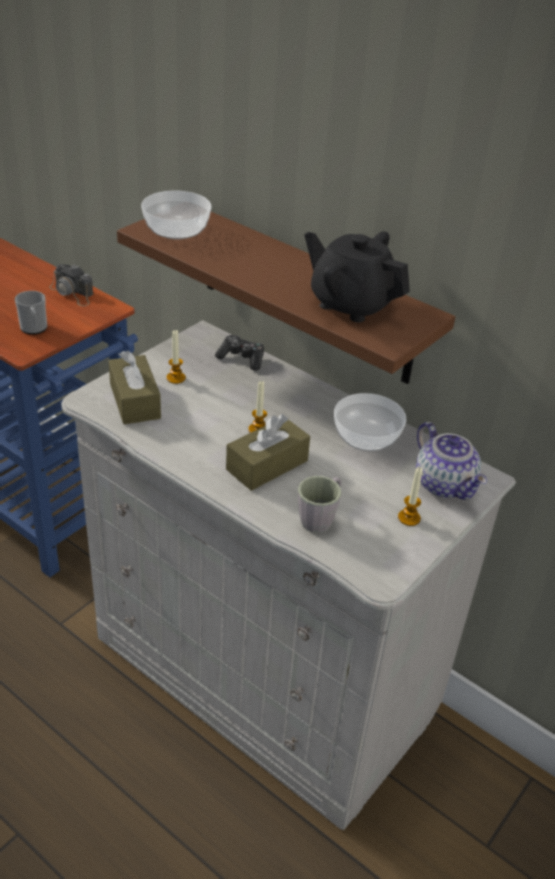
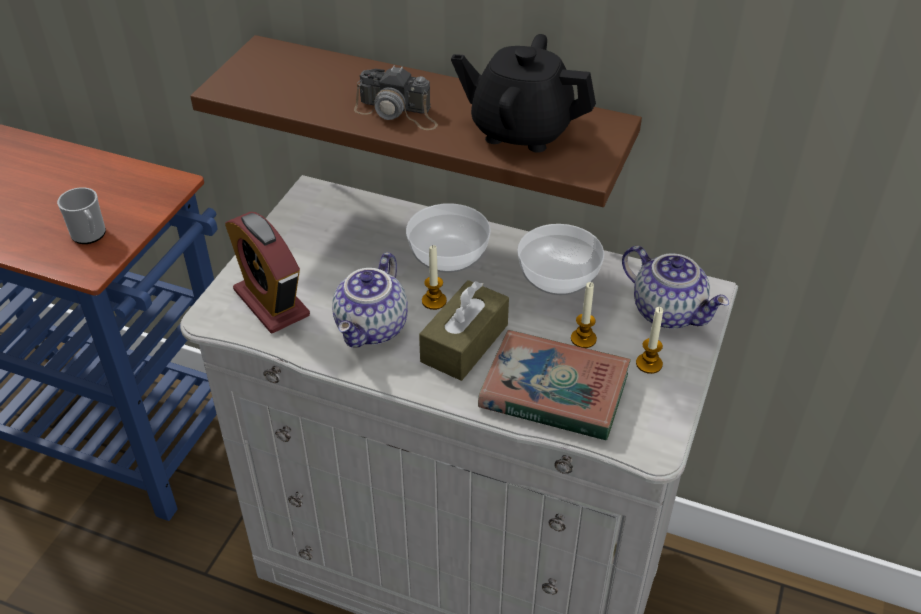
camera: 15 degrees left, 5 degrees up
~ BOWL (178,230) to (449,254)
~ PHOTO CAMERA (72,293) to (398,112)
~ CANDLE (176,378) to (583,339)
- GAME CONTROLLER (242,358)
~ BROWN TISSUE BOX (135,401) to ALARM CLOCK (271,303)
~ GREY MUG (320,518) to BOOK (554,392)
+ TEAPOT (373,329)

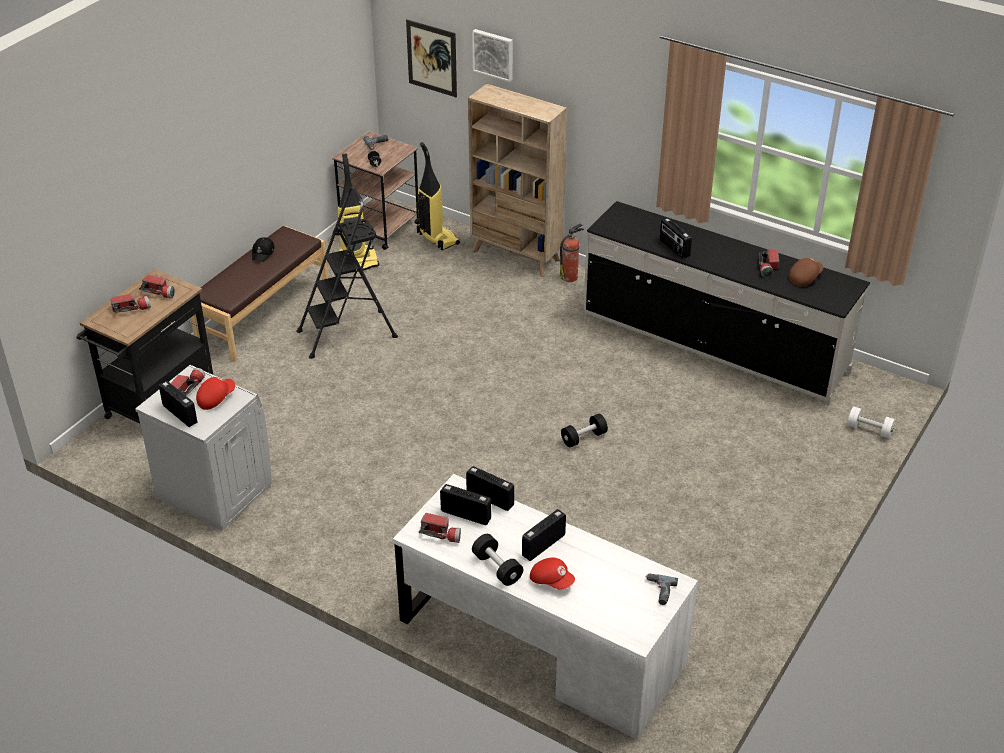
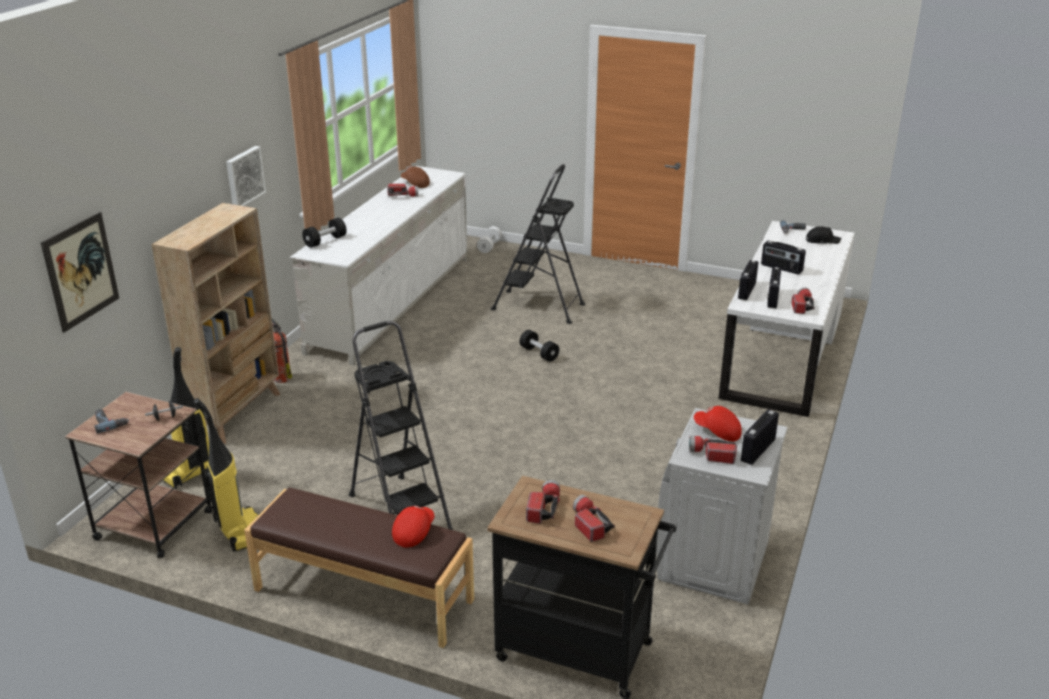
camera: 100 degrees left, 10 degrees down
~ PICTURE (493,54) to (244,177)
~ BLACK CABINET (712,344) to WHITE CABINET (391,303)
- RADIO (674,248)
~ BLACK CAP (263,253) to (822,240)
~ BLACK DUMBBELL (497,568) to (325,241)
~ RED CAP (551,580) to (413,532)
+ STEP LADDER (539,307)

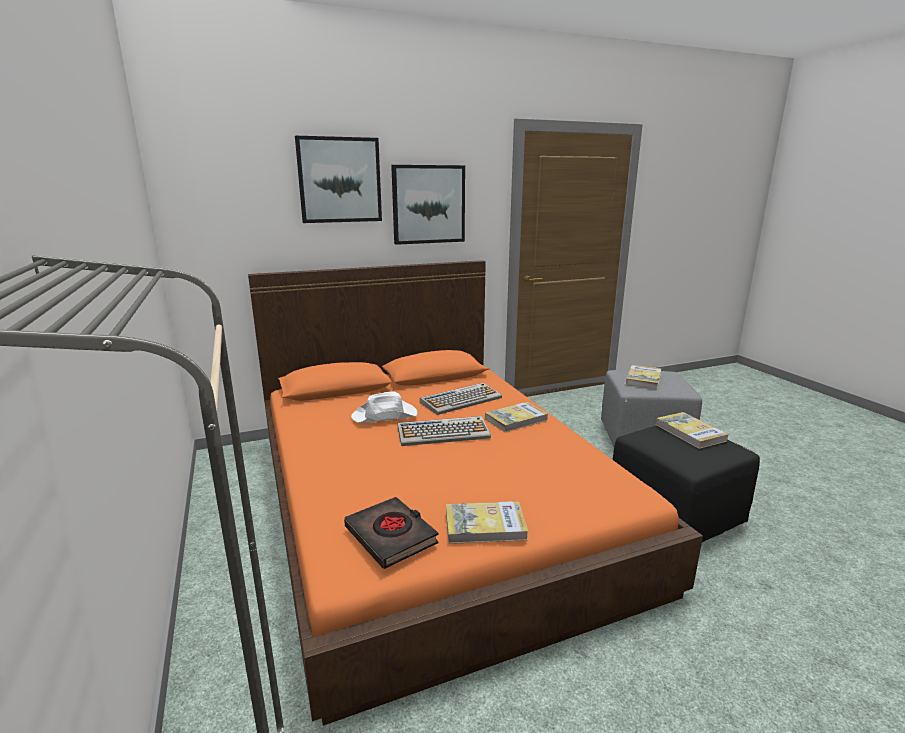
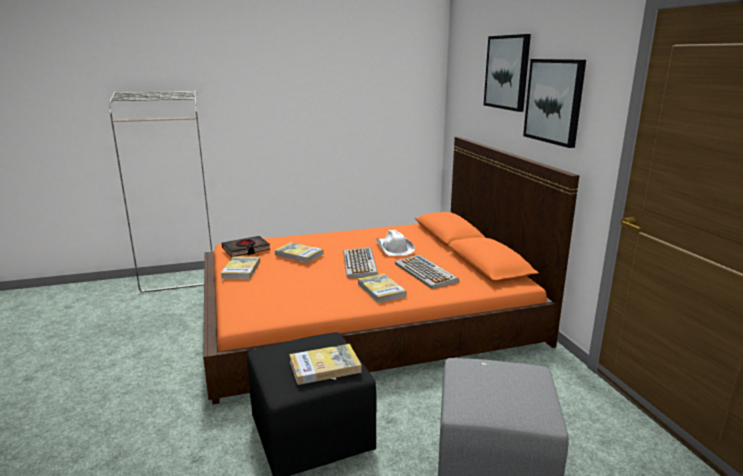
camera: 95 degrees right, 0 degrees up
~ BOOK (643,379) to (299,254)

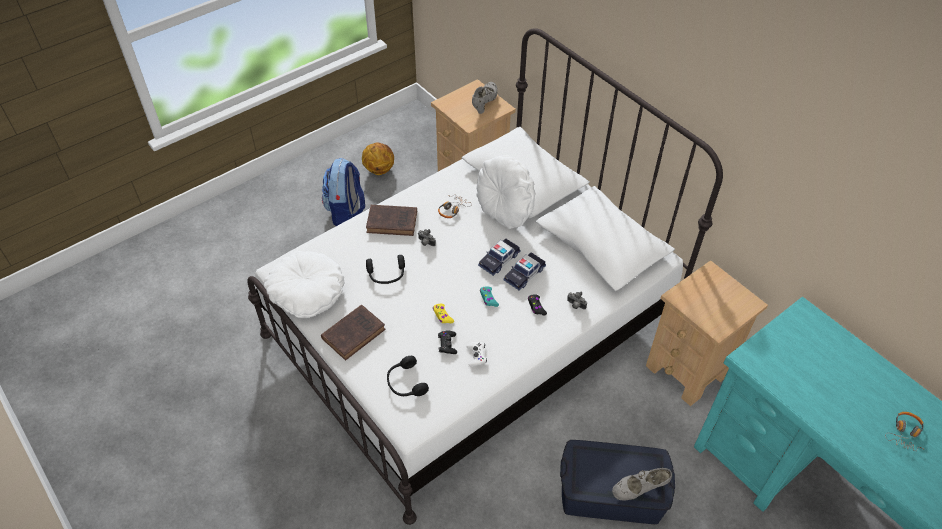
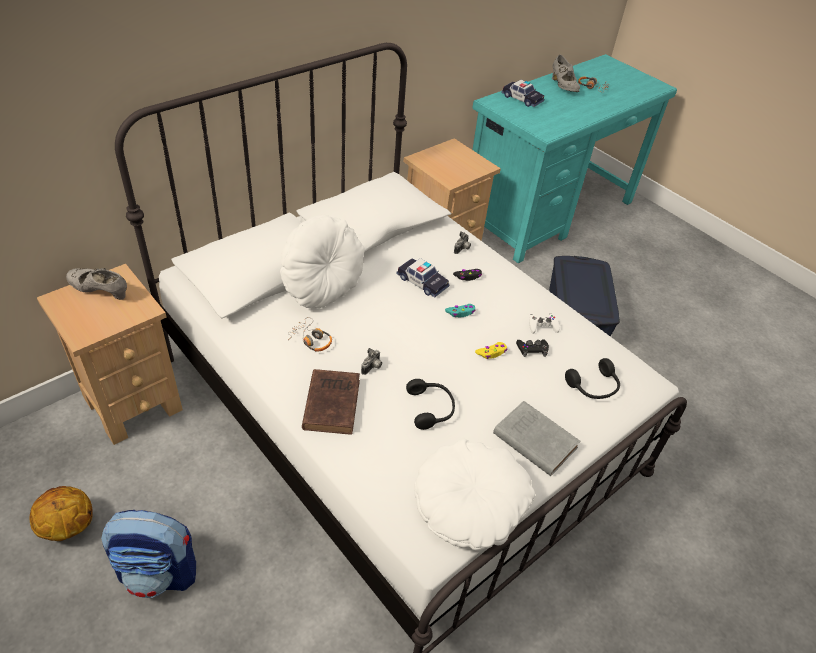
camera: 95 degrees left, 5 degrees down
~ TOY CAR (499,260) to (522,99)
~ BROWN BOOK (355,333) to GREY BOOK (533,439)
~ GREY SHOE (639,489) to (563,86)

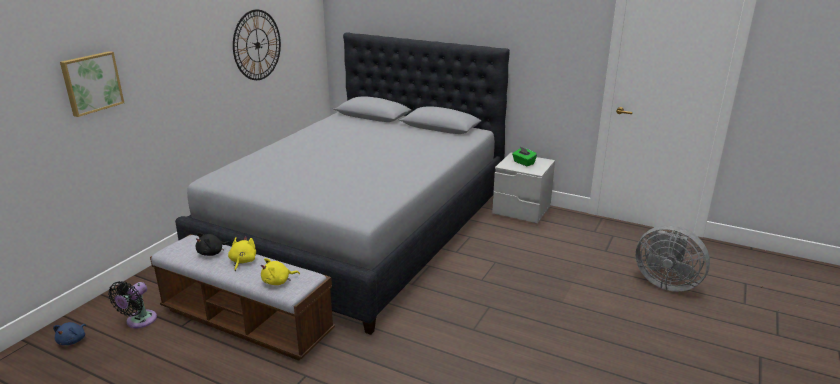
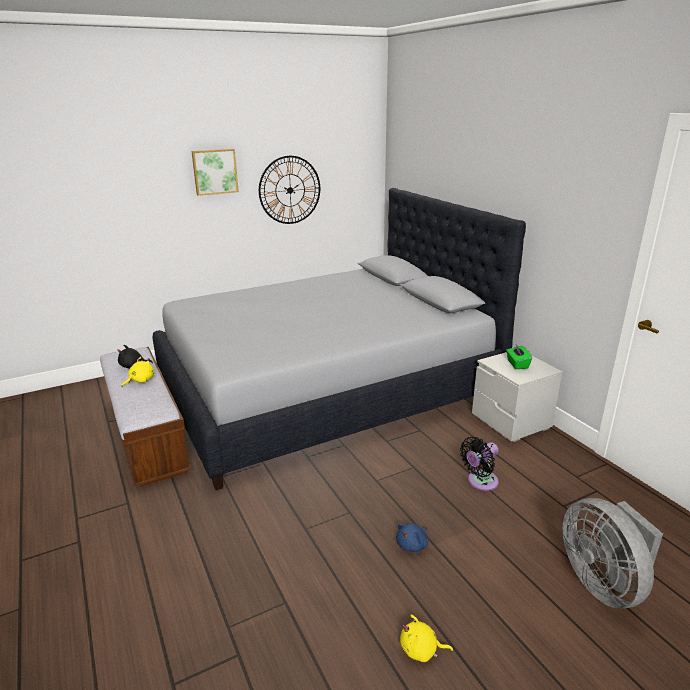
camera: 35 degrees right, 0 degrees up
~ PICTURE (91,83) to (214,171)
~ YELLOW PLUSH TOY (278,281) to (421,650)
~ BLACK FAN (139,321) to (480,482)
~ BLUE PLUSH TOY (73,340) to (412,545)

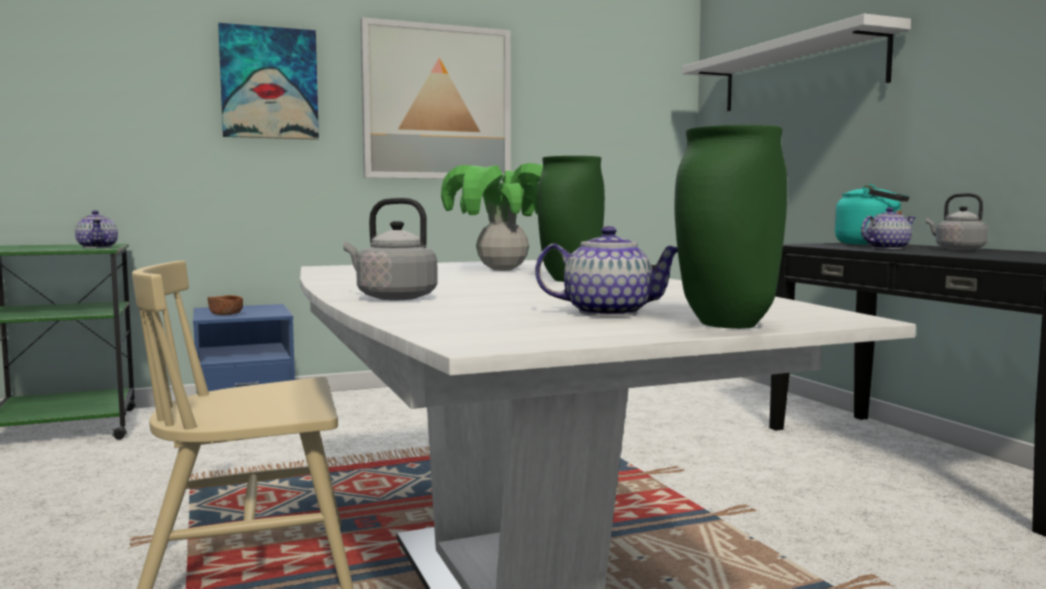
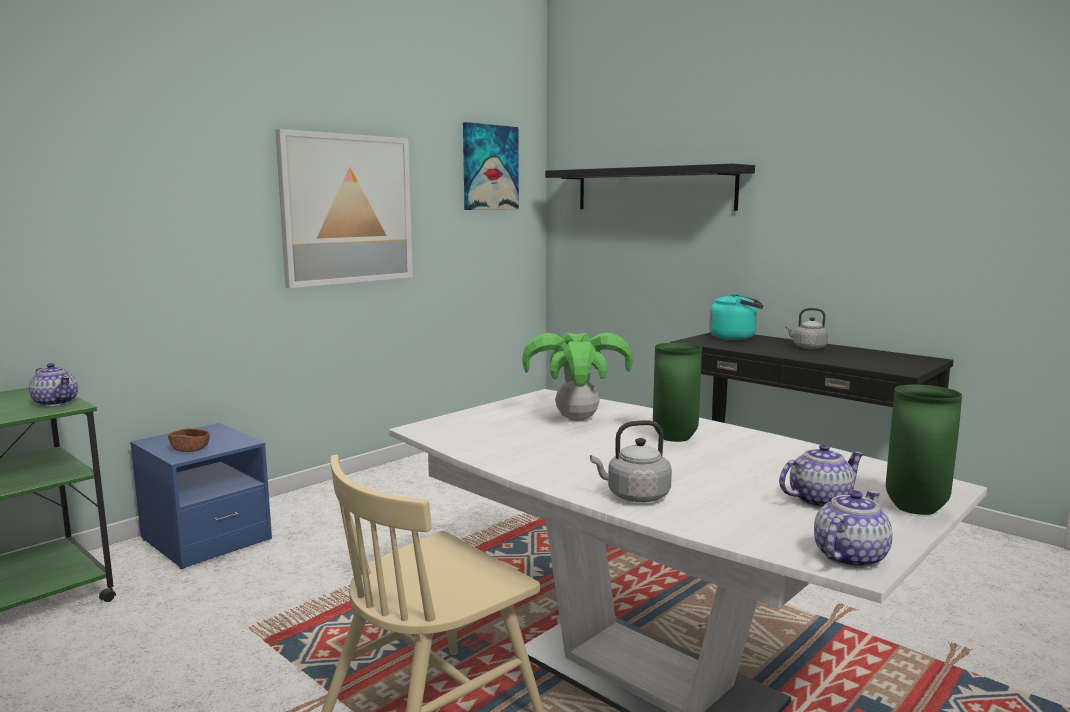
camera: 25 degrees left, 5 degrees up
~ WHITE SHELF (799,73) to BLACK SHELF (653,189)
~ PICTURE (269,83) to (489,167)
~ TEAPOT (886,248) to (848,557)

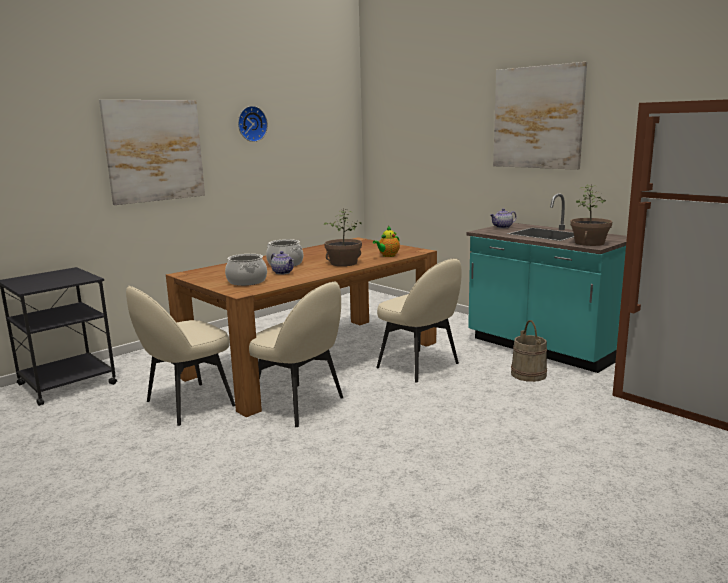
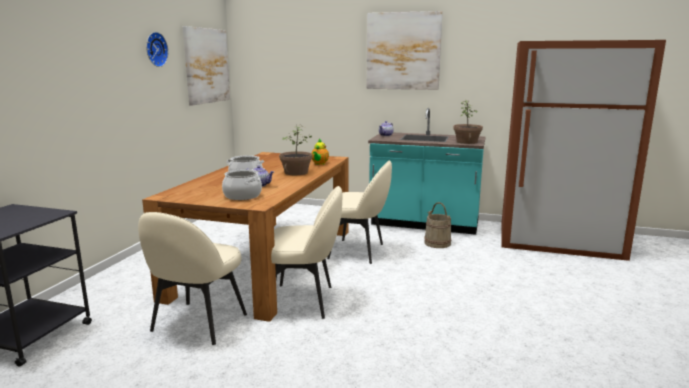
camera: 30 degrees left, 0 degrees up
~ PICTURE (154,151) to (206,66)

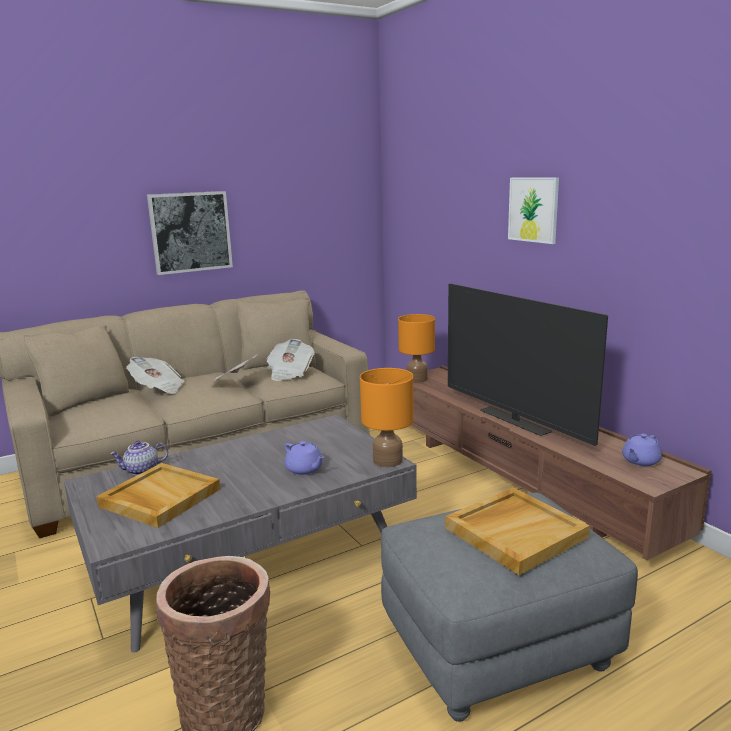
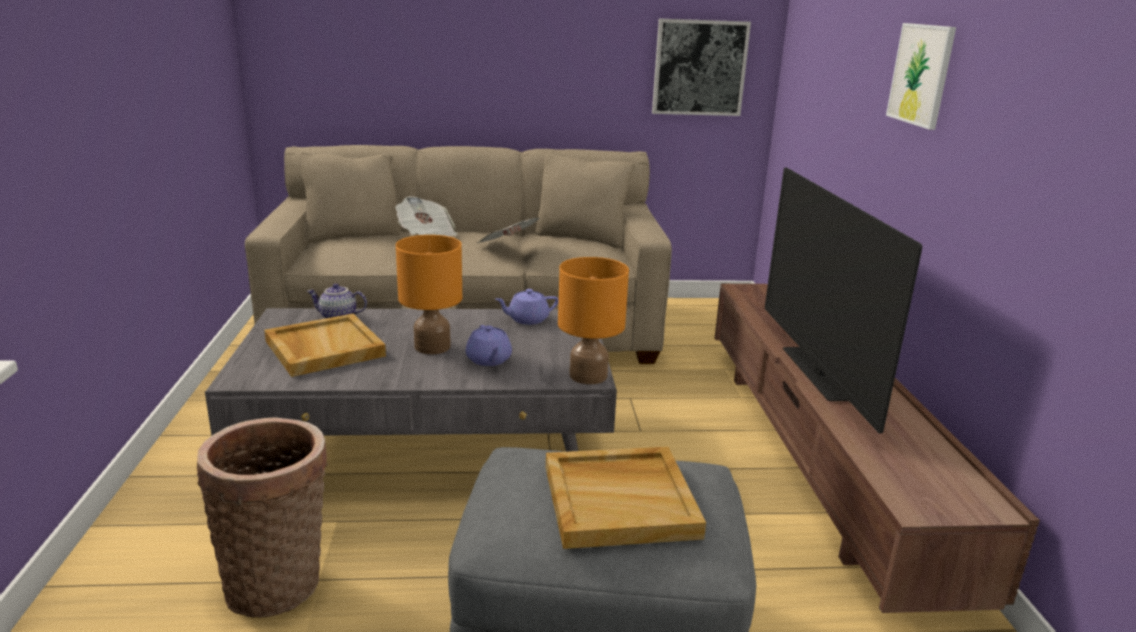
camera: 25 degrees right, 5 degrees up
~ PICTURE (190,232) to (699,68)
~ ORANGE TABLE LAMP (417,379) to (432,347)
- NEWSPAPER (289,373)
~ PURPLE TEAPOT (640,461) to (527,319)

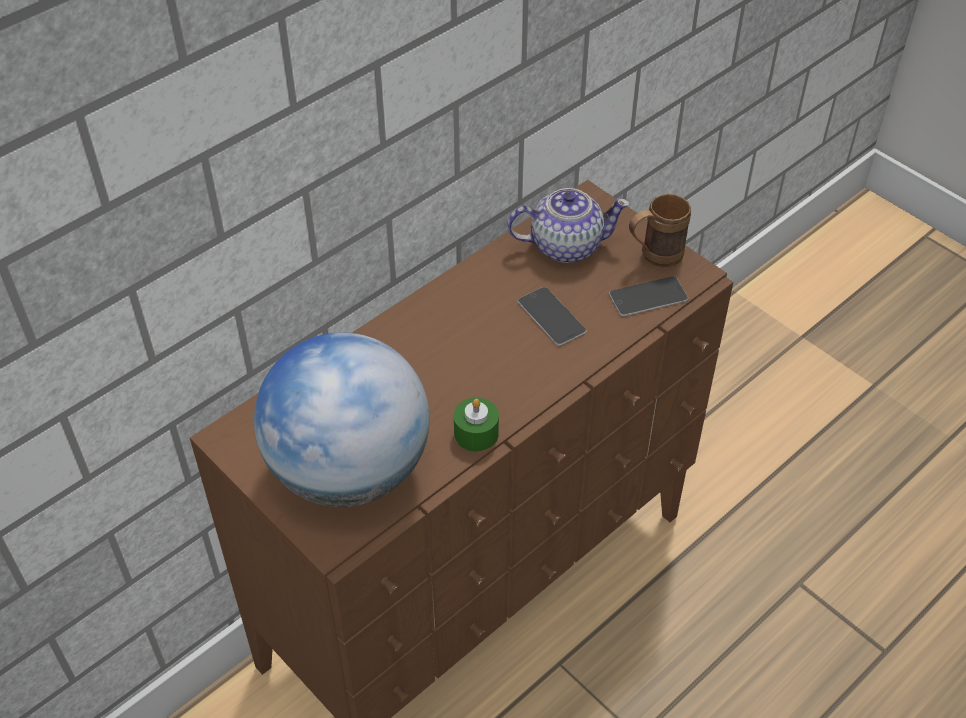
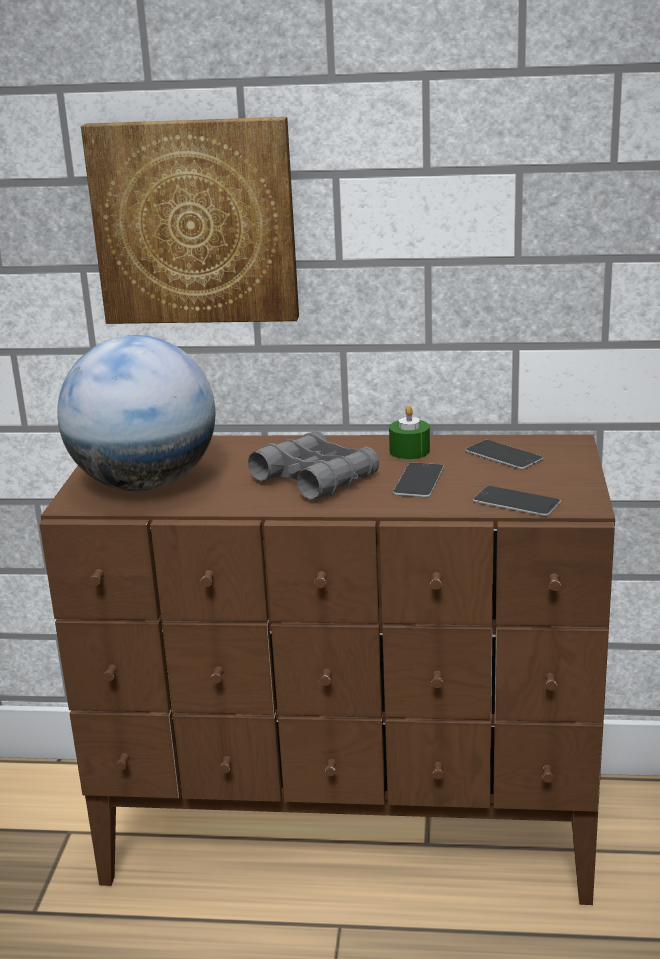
camera: 50 degrees right, 25 degrees down
~ TEAPOT (565,245) to PHONE (503,455)
- BROWN MUG (653,257)
~ GREEN CANDLE (476,433) to (409,451)
+ PICTURE (195,222)
+ GREY BINOCULARS (315,478)

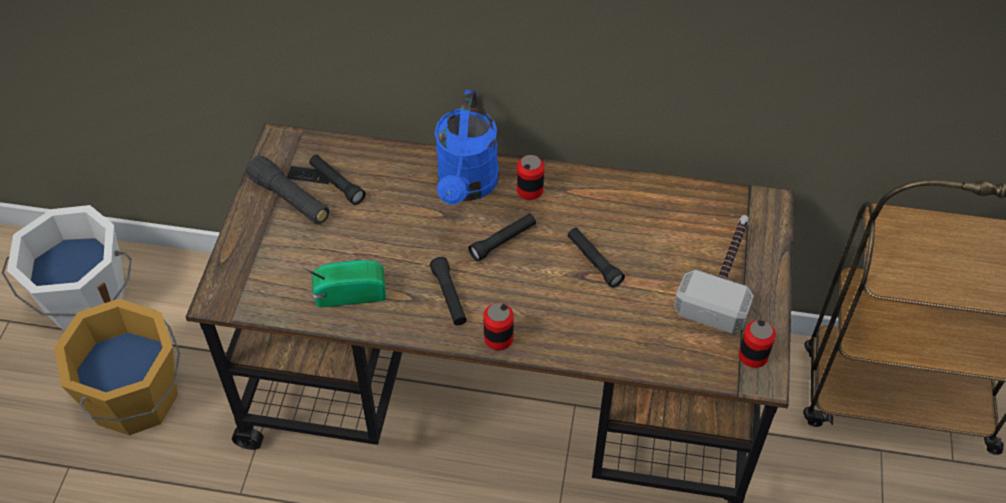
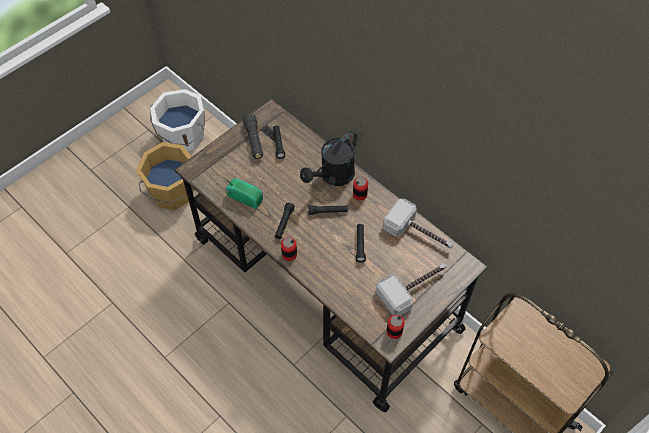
camera: 35 degrees right, 5 degrees up
~ BLUE WATERING CAN (466,187) to BLACK WATERING CAN (333,177)
+ HAMMER (419,233)

